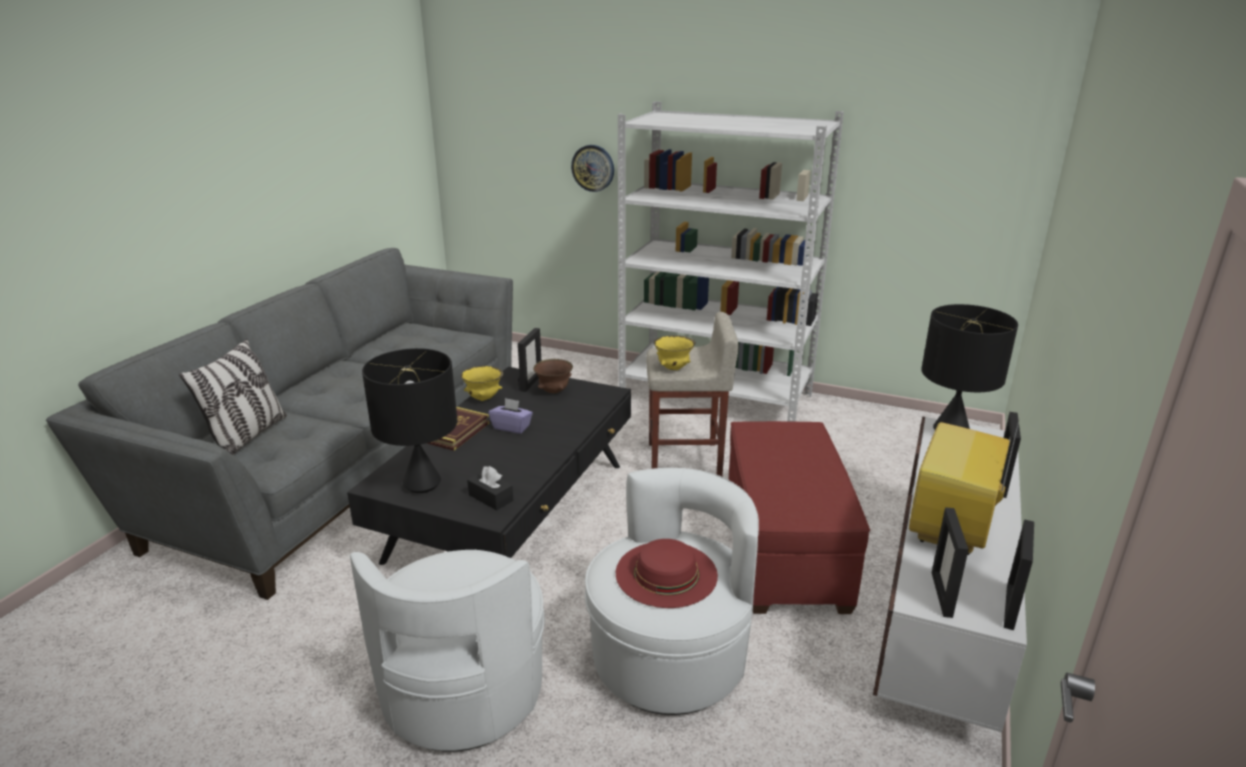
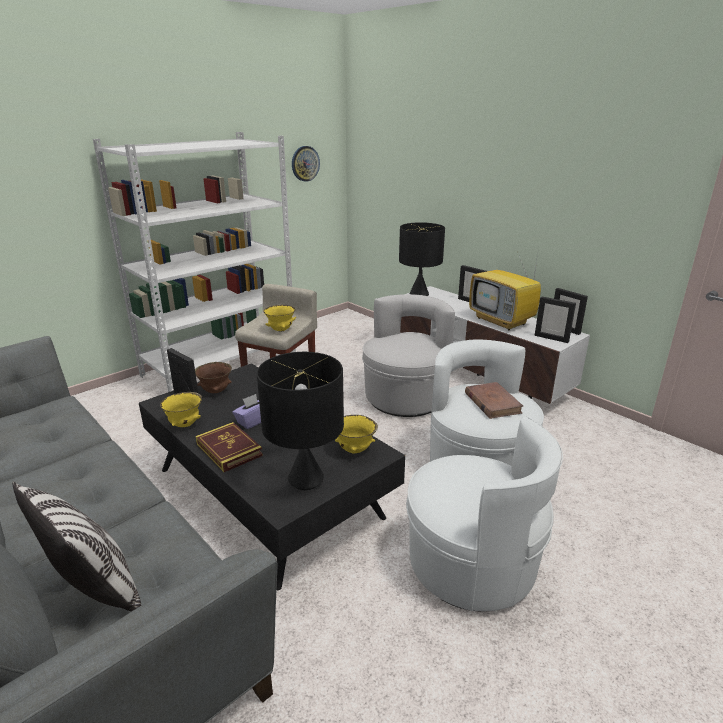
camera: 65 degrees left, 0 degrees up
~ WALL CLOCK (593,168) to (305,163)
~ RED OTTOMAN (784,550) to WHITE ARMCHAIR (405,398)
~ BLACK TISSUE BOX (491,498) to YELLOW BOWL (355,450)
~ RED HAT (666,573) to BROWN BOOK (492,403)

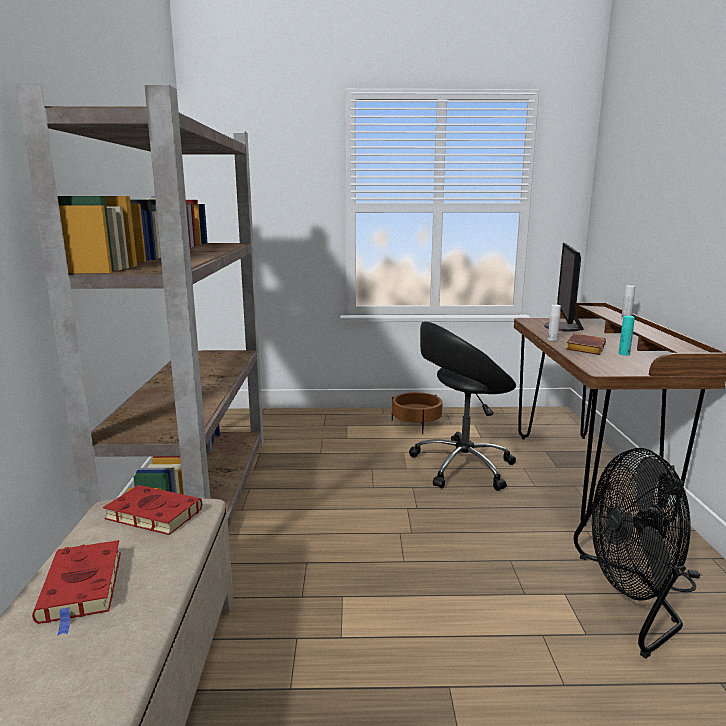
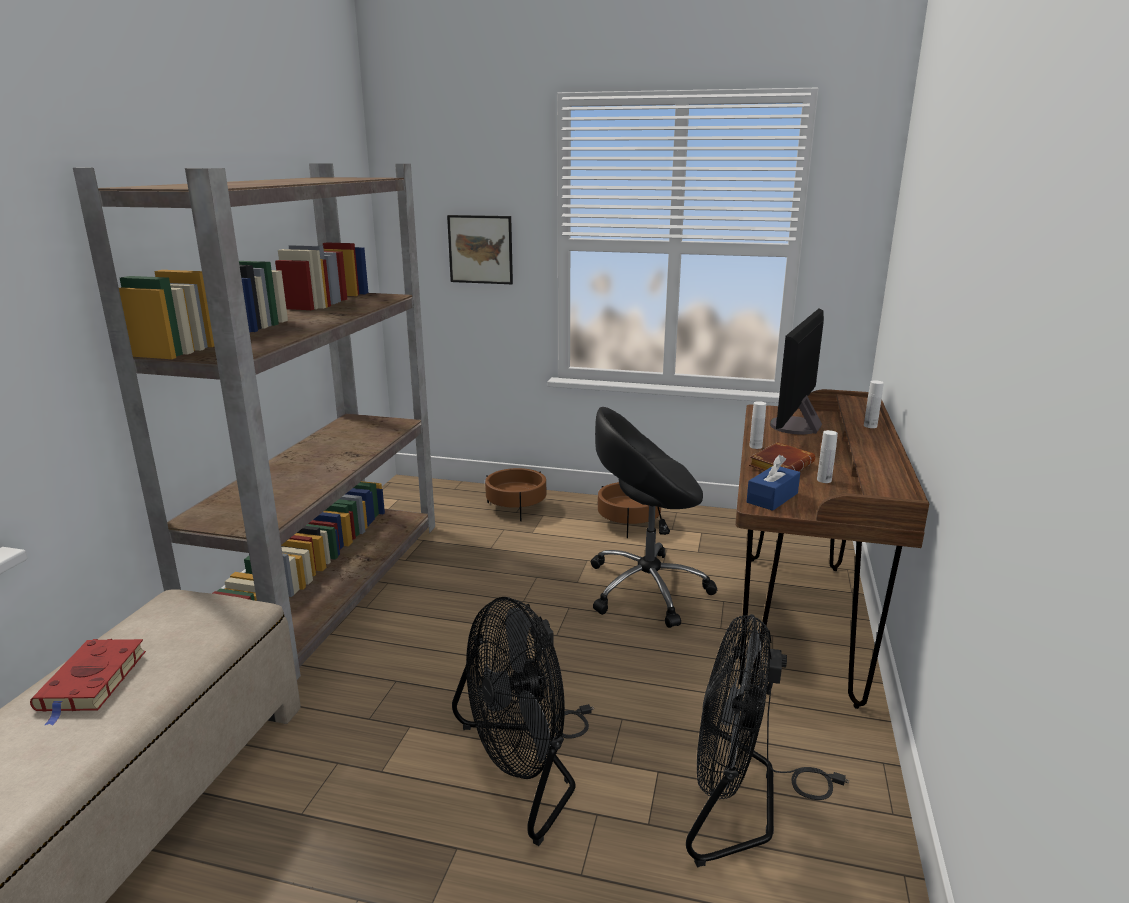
camera: 15 degrees right, 5 degrees up
~ TURQUOISE BOTTLE (624,354) to WHITE BOTTLE (824,480)
- RED BOOK (151,514)
+ PICTURE (480,249)
+ BLUE TISSUE BOX (772,498)
+ BROWN PLANTER (516,507)
+ BLACK FAN (527,763)

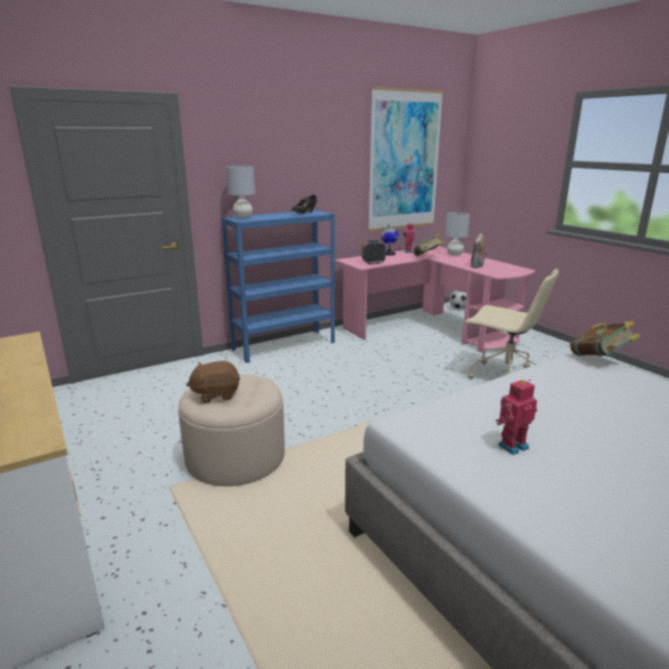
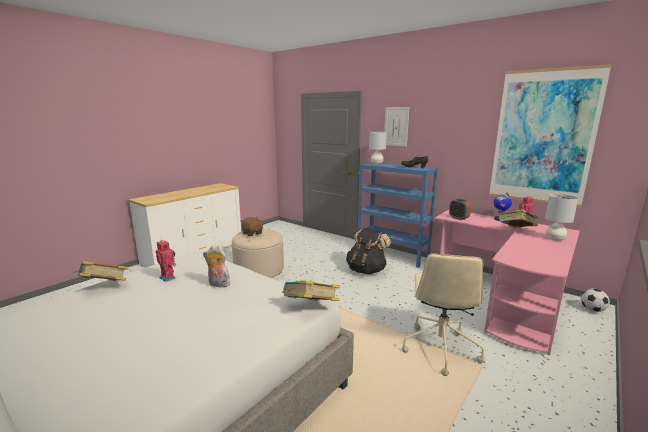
camera: 70 degrees right, 5 degrees down
~ PLUSH TOY (477,266) to (218,285)
+ PICTURE (396,126)
+ BLACK BACKPACK (366,270)
+ BOOK (104,287)

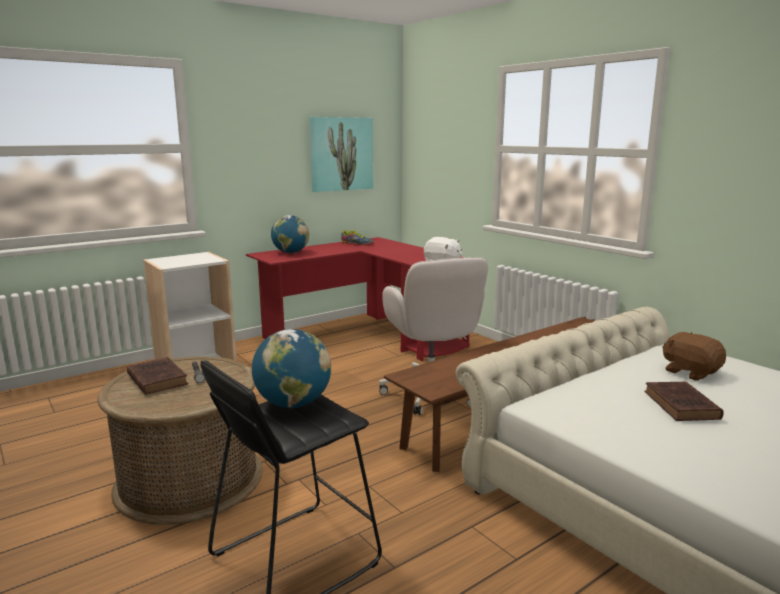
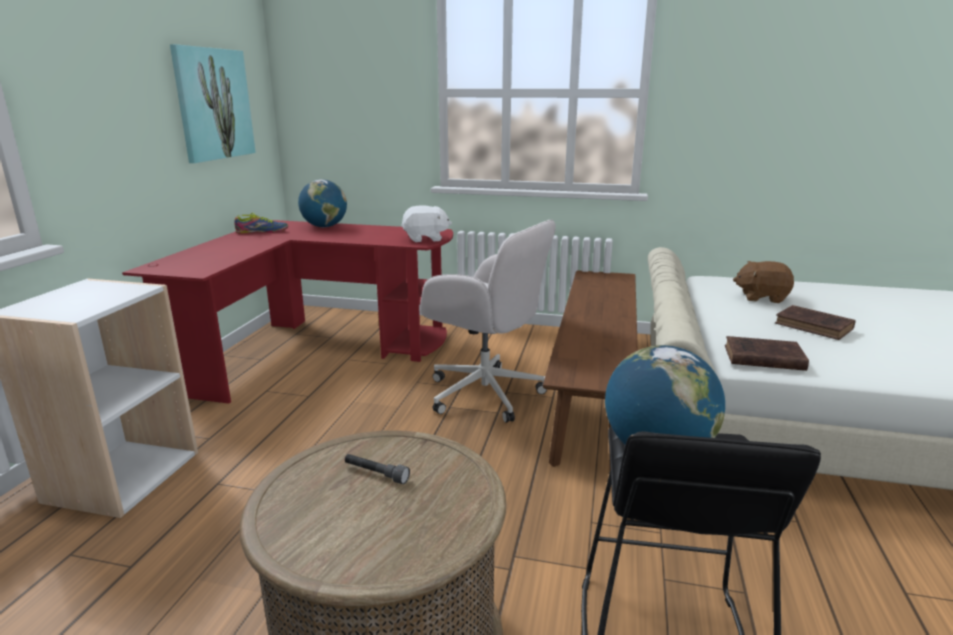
camera: 40 degrees left, 5 degrees up
~ GLOBE (290,252) to (324,226)
~ BROWN BOOK (156,379) to (761,358)

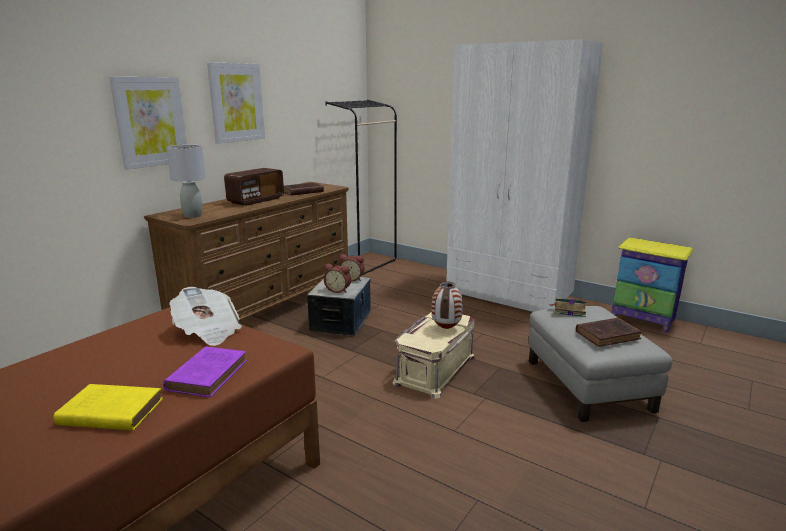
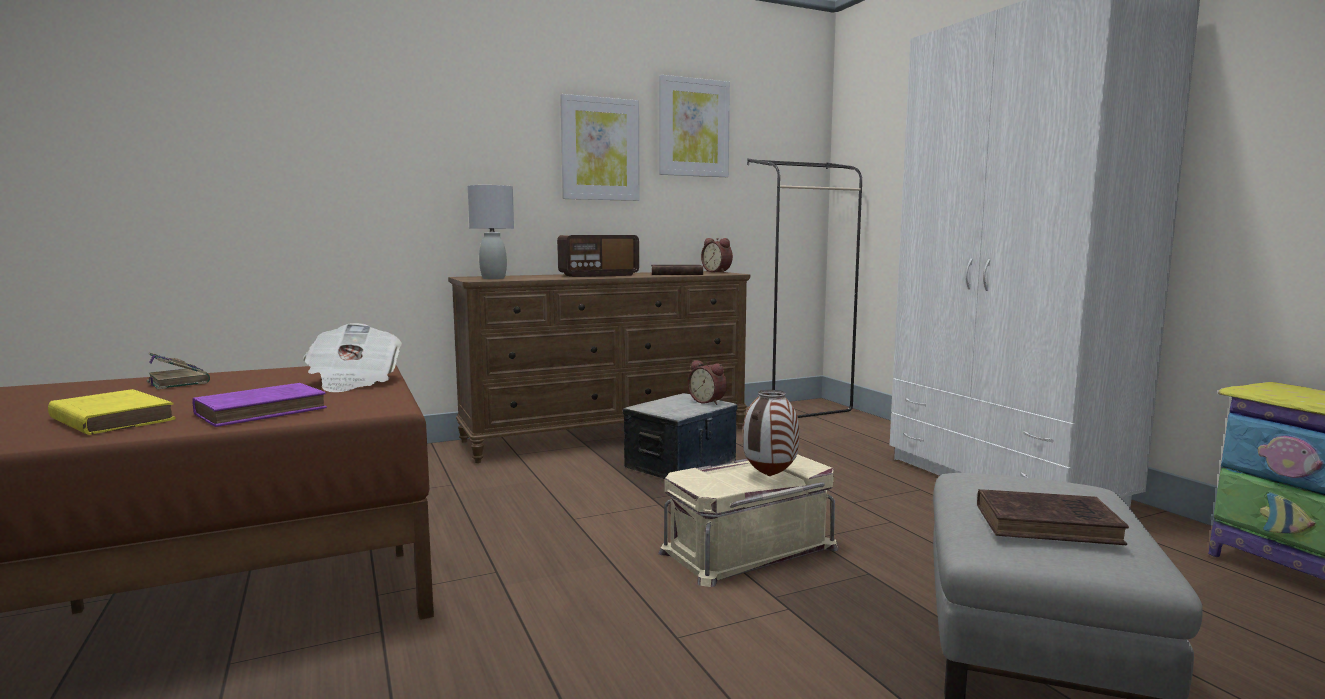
camera: 30 degrees right, 10 degrees down
~ PICTURE (150,122) to (693,128)
~ ALARM CLOCK (338,290) to (718,272)
~ BOOK (568,310) to (178,382)

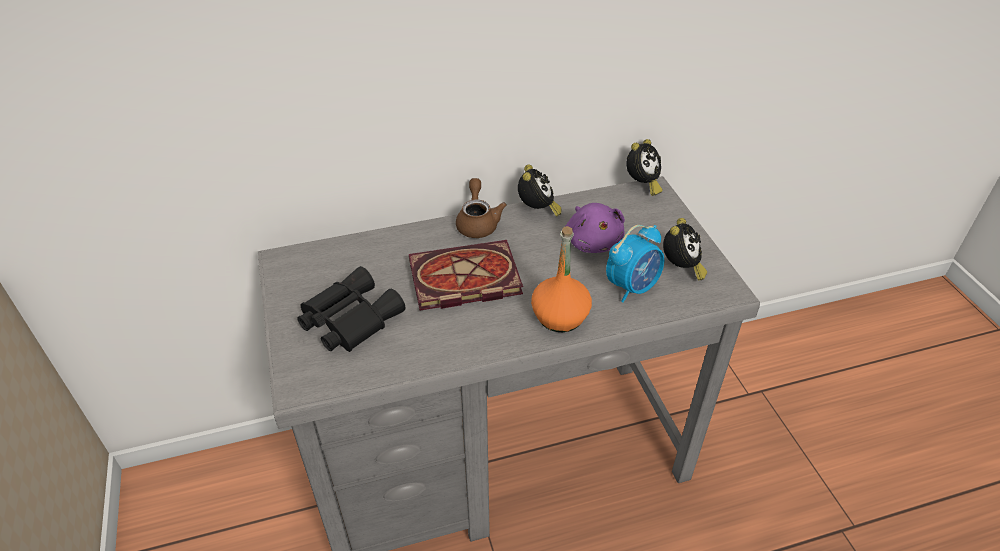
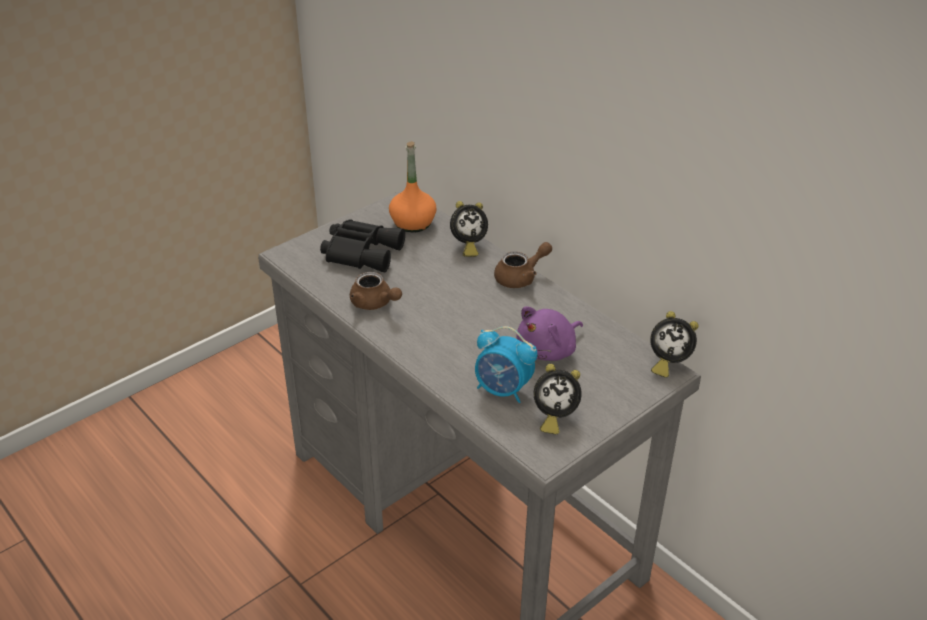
camera: 65 degrees right, 5 degrees down
~ ALARM CLOCK (537,210) to (467,246)
~ ORANGE BOTTLE (560,316) to (413,223)
- BOOK (462,280)
+ BROWN TEAPOT (374,303)

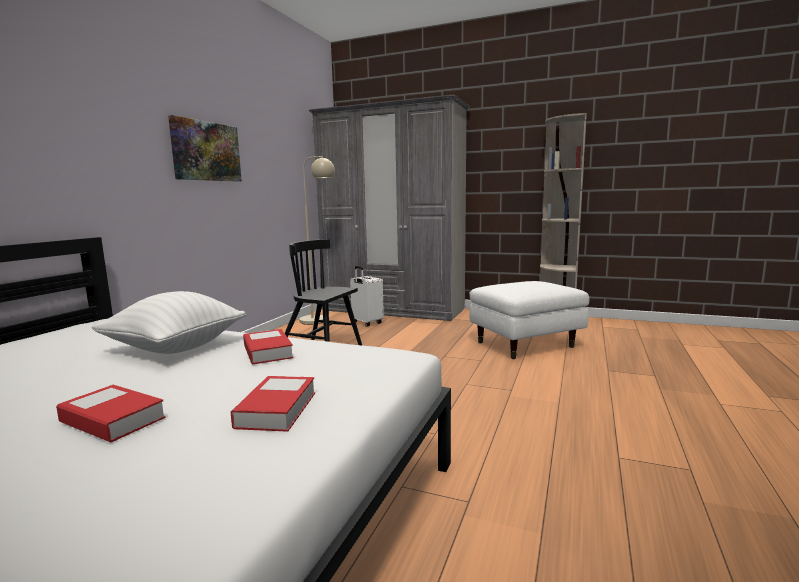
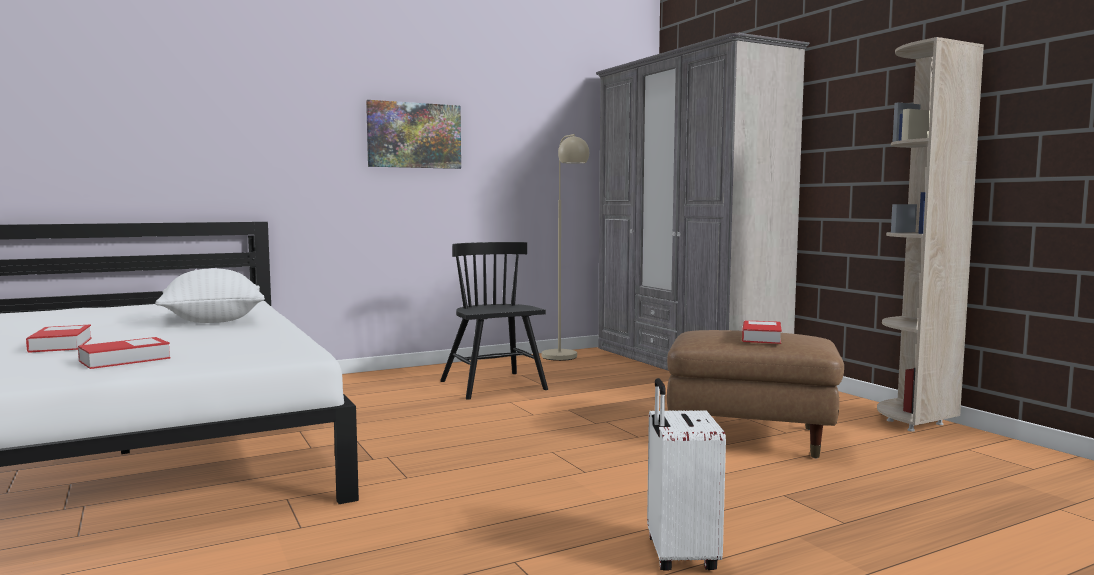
camera: 40 degrees right, 5 degrees down
~ WHITE SUITCASE (366,323) to (679,555)
~ WHITE OTTOMAN (526,344) to BROWN OTTOMAN (752,437)
~ BOOK (267,352) to (761,337)

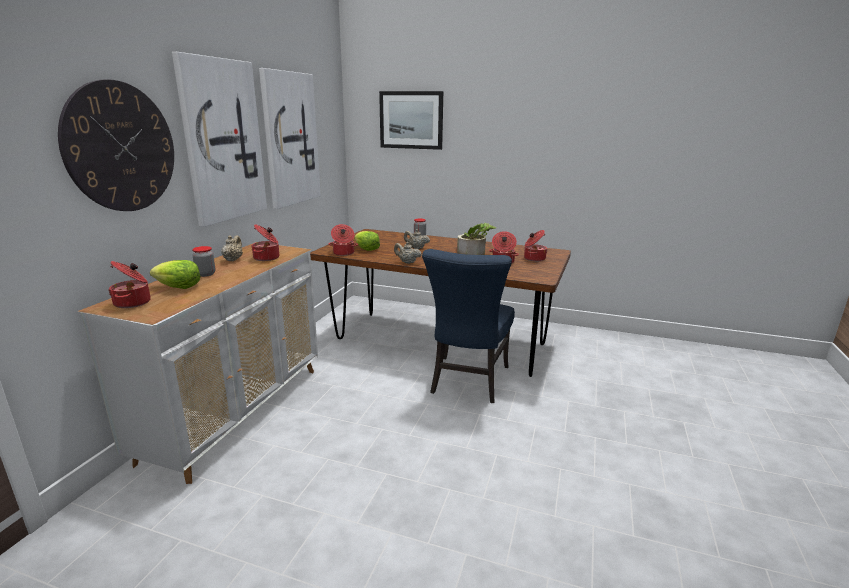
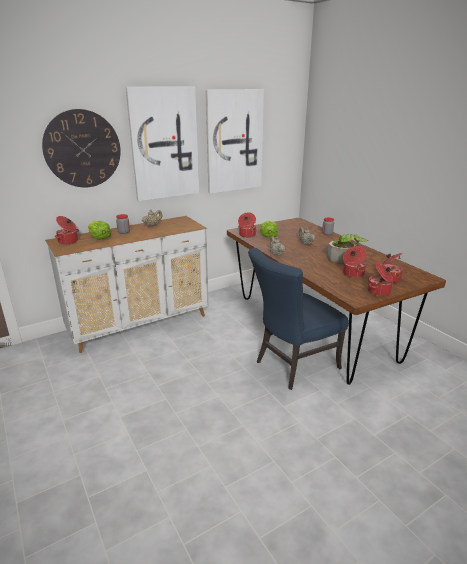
camera: 40 degrees right, 5 degrees up
- PICTURE (411,120)
~ COOKING POT (267,258) to (379,291)

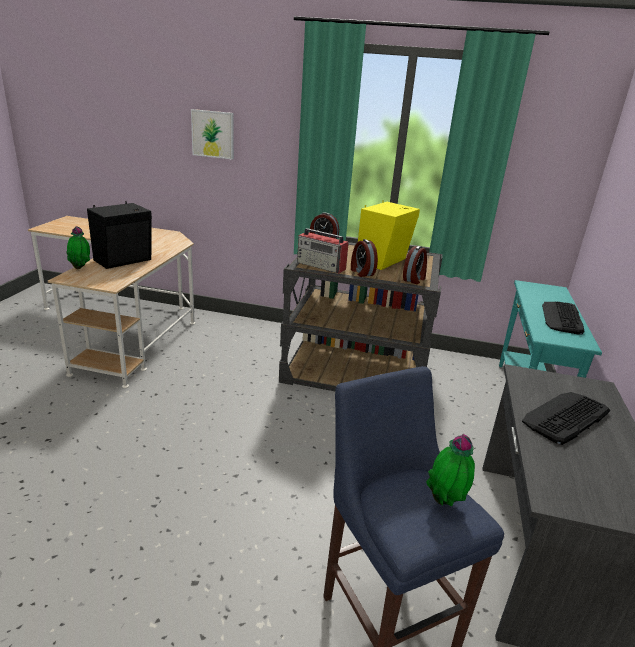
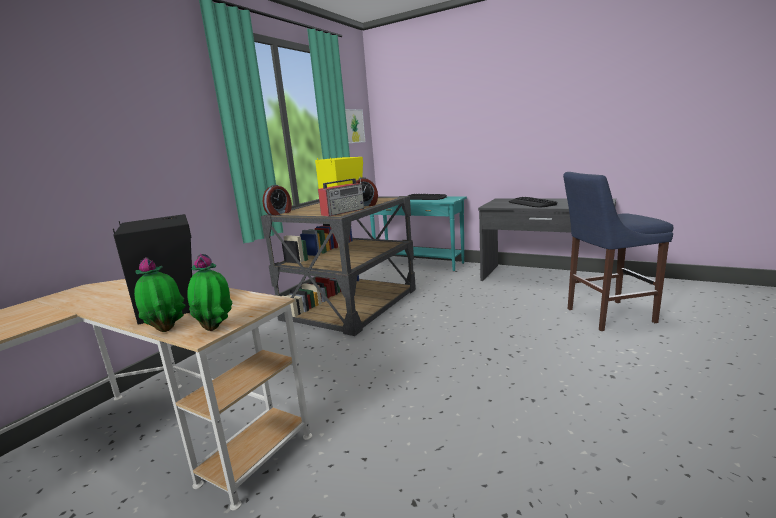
camera: 70 degrees left, 10 degrees down
~ PICTURE (213,134) to (353,126)
- ALARM CLOCK (414,279)
~ POTTED PLANT (445,502) to (216,328)

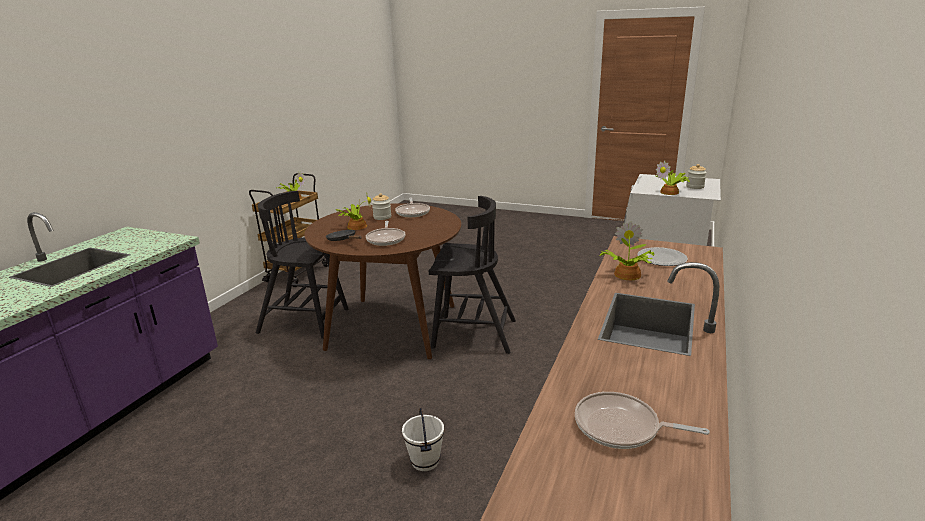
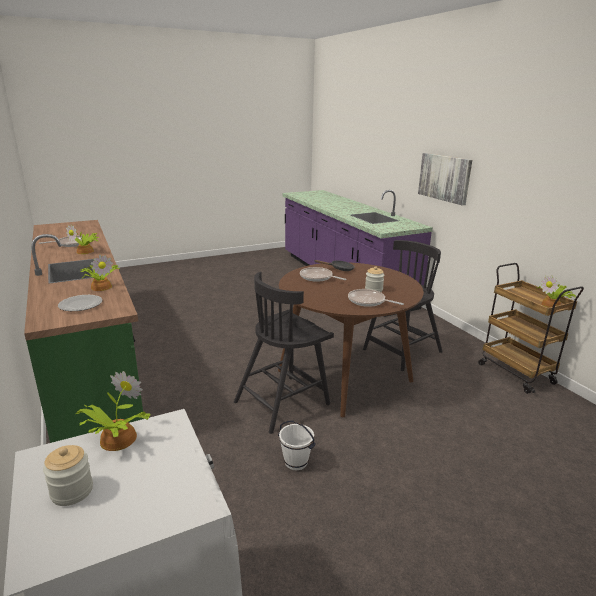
camera: 130 degrees right, 0 degrees up
~ POTTED PLANT (356,226) to (86,251)
~ WHITE BUCKET (425,461) to (295,462)
+ PICTURE (444,178)

